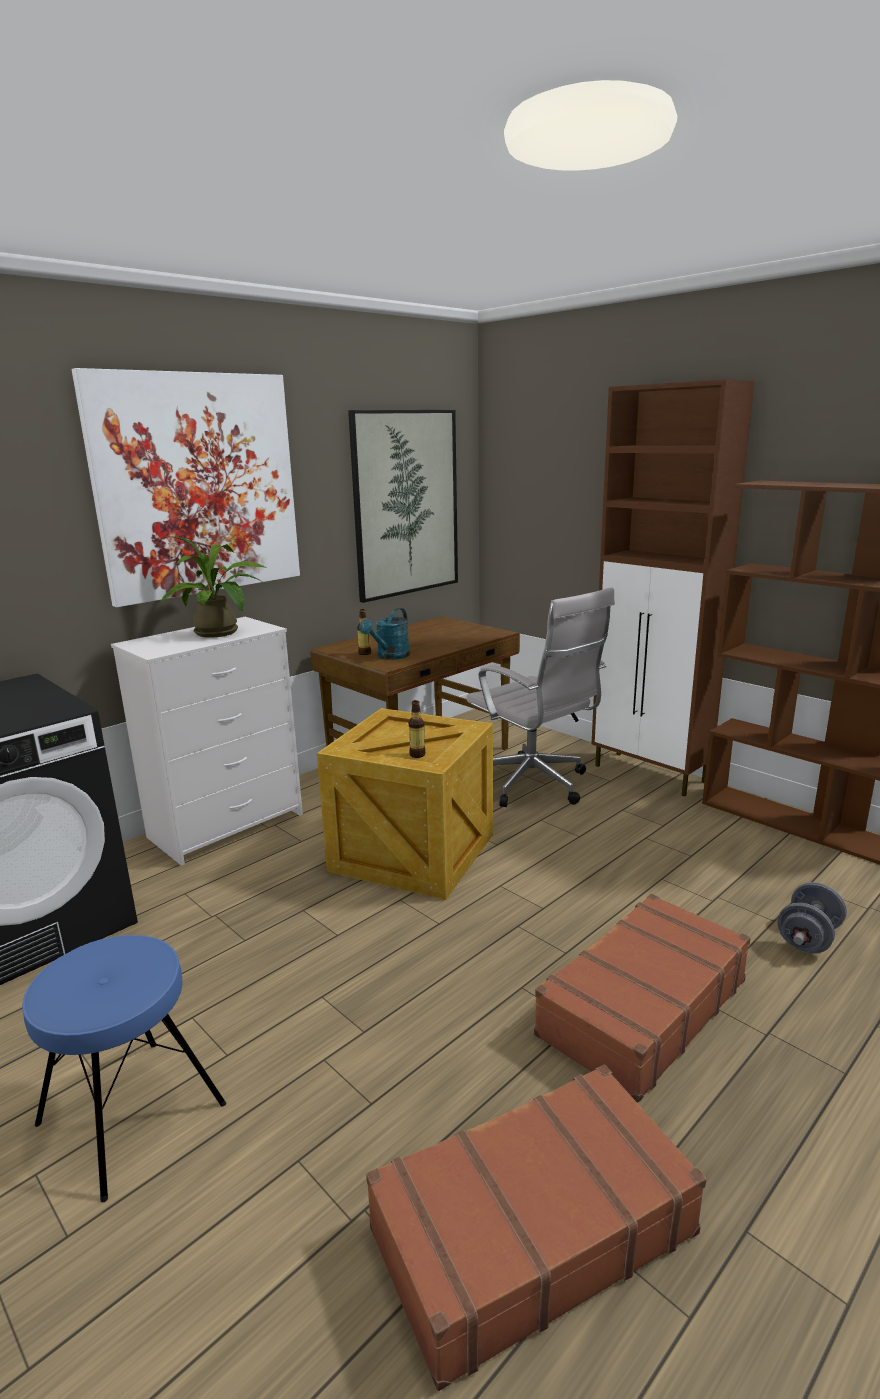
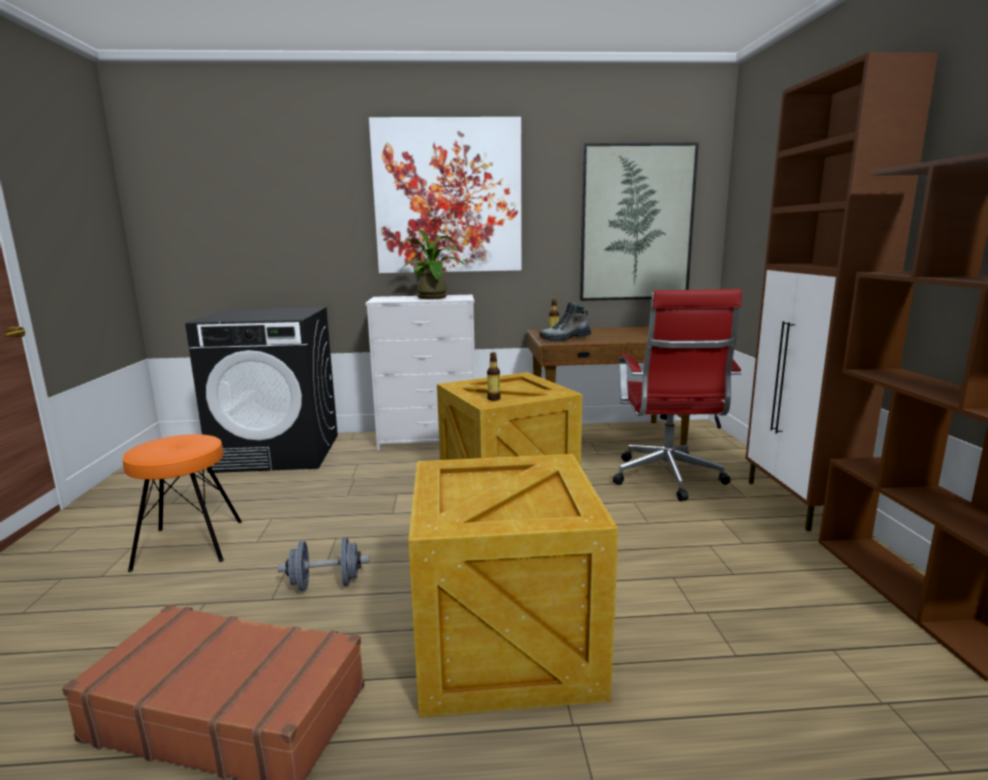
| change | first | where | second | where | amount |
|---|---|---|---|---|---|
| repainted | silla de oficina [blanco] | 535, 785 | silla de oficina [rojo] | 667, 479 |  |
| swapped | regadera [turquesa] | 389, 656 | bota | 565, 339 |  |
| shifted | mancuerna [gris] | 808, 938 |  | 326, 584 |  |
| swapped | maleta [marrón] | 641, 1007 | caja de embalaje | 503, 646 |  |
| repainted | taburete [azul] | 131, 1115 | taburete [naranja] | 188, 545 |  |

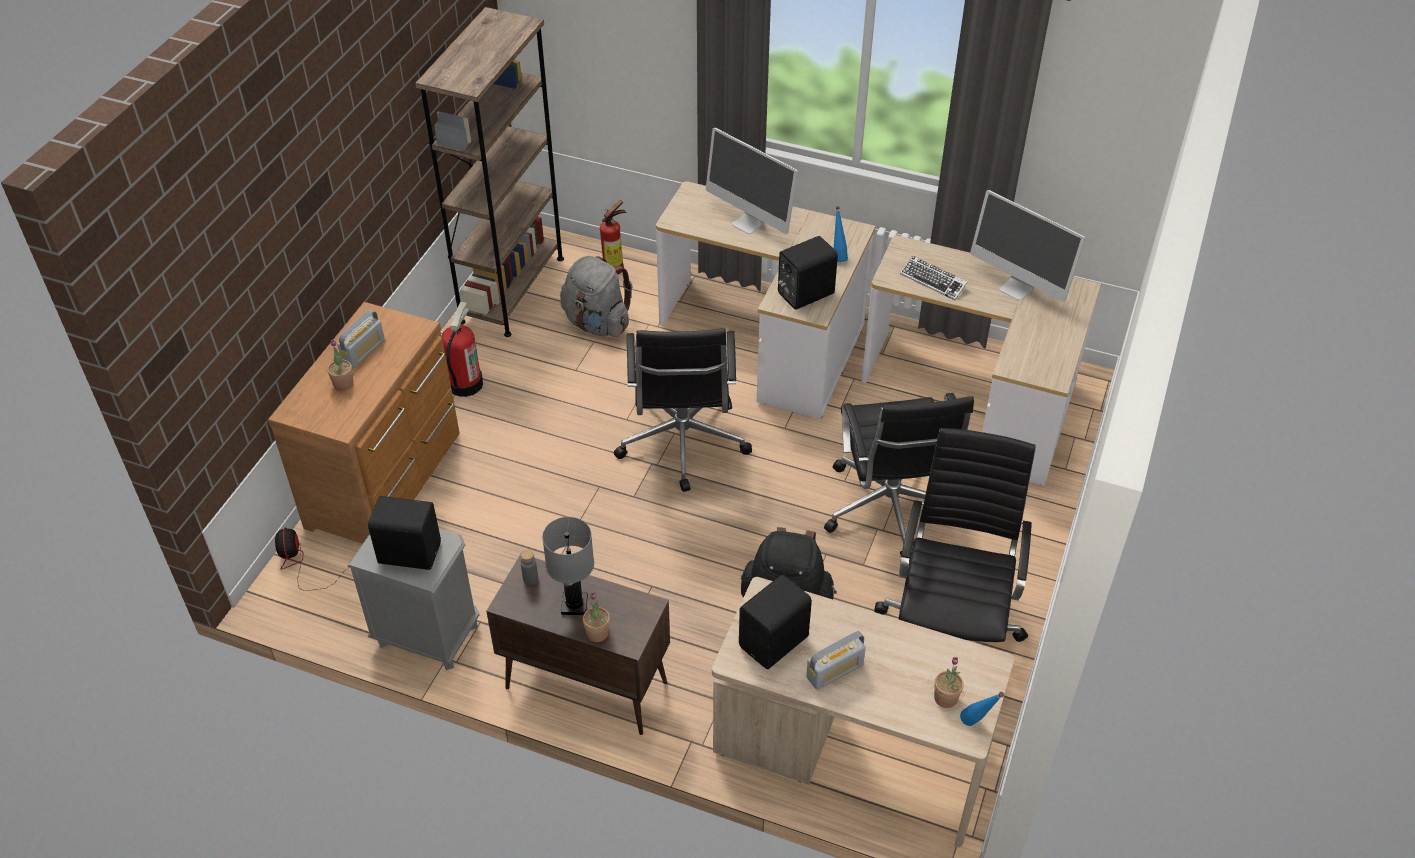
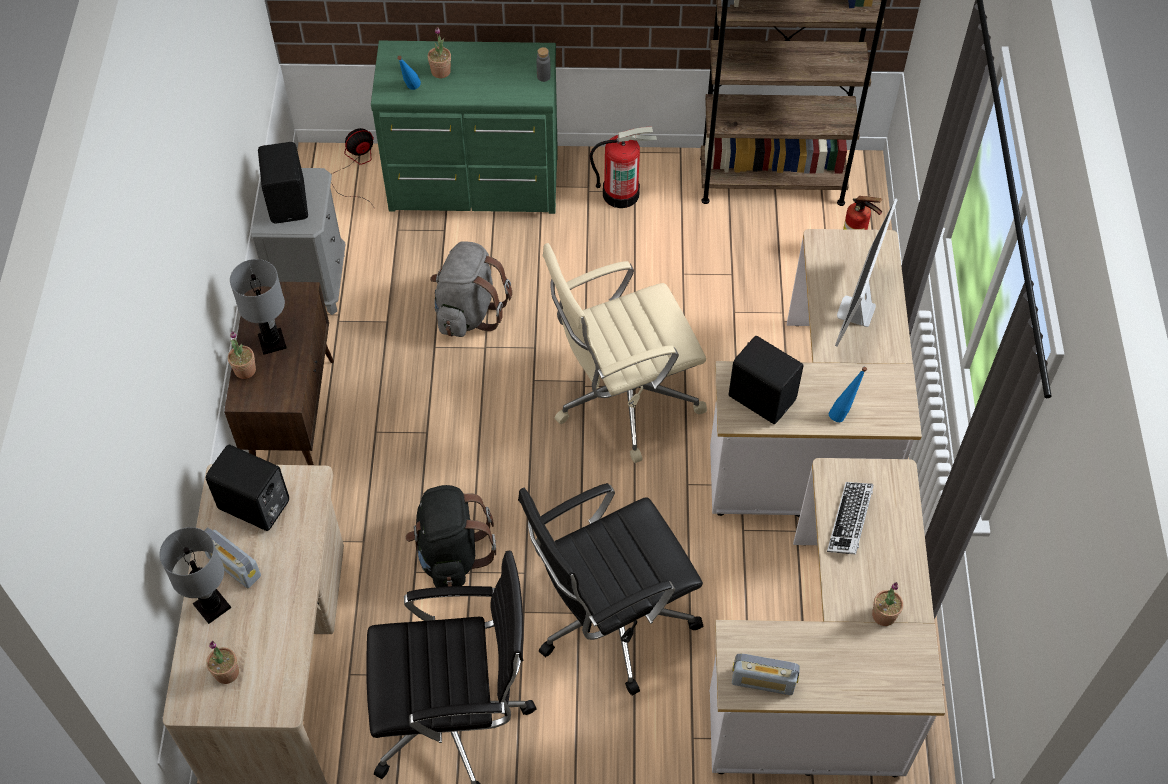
| change | first | where | second | where | amount |
|---|---|---|---|---|---|
| swapped | monitor | 1017, 288 | planta en maceta | 884, 615 |  |
| shifted | mochila [gris] | 597, 323 |  | 468, 311 |  |
| repainted | cómoda [marrón] | 388, 480 | cómoda [verde] | 475, 185 |  |
| shifted | radio | 363, 351 |  | 763, 681 |  |
| repainted | silla de oficina [negro] | 682, 443 | silla de oficina [beis] | 622, 398 |  |
| shifted | botella [gris] | 530, 578 |  | 543, 76 |  |
| shifted | botella [azul] | 977, 724 |  | 410, 90 |  |
| new |  |  | lámpara de mesa [gris] | 212, 606 |  |

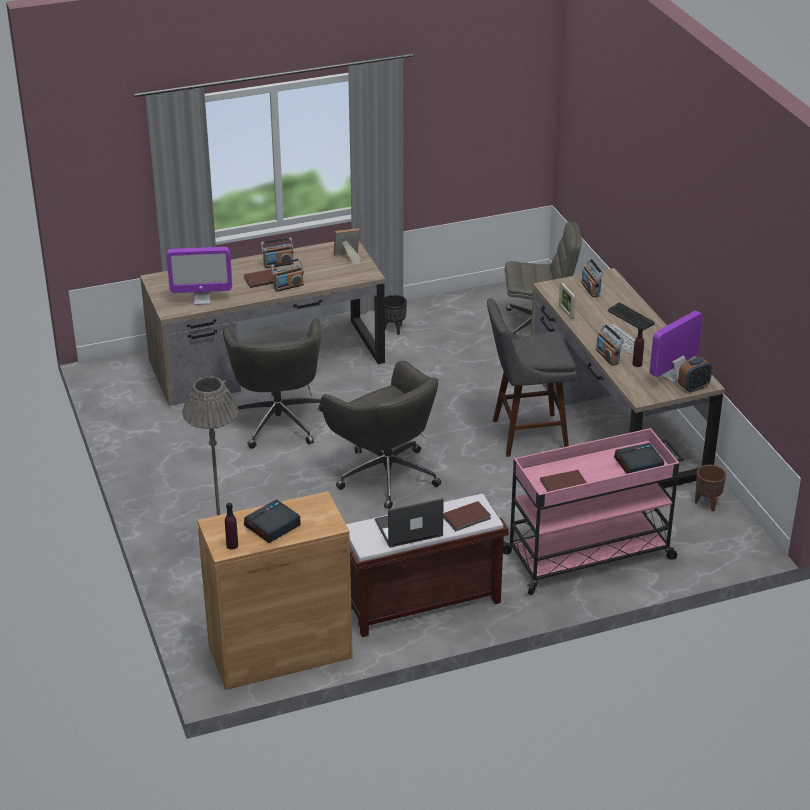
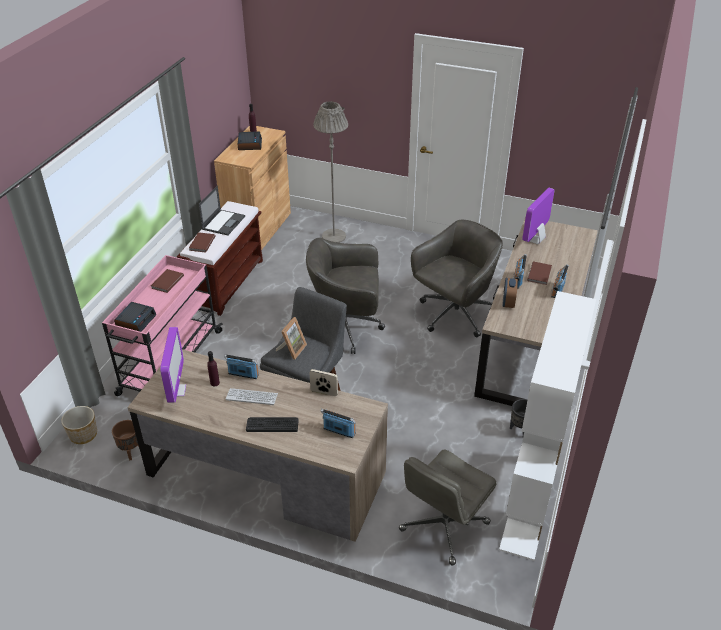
| change | first | where | second | where | amount |
|---|---|---|---|---|---|
| shifted | portarretratos | 347, 258 |  | 292, 349 |  |
| rotated | silla de oficina [gris] | 278, 420 |  | 454, 315 | 105 degrees clockwise |
| shifted | despertador | 693, 387 |  | 508, 303 |  |
| new |  |  | estantería [blanco] | 529, 506 |  |
| new |  |  | maceta | 83, 435 |  |

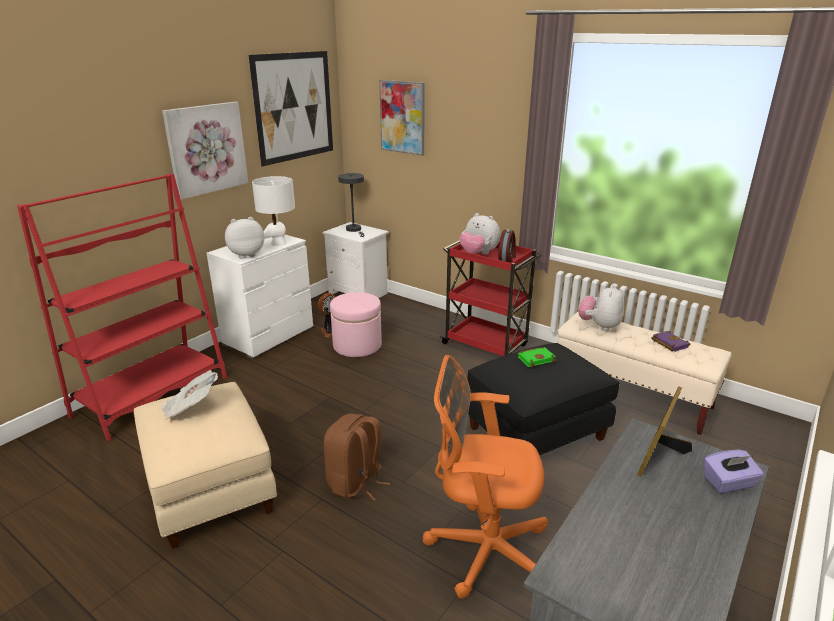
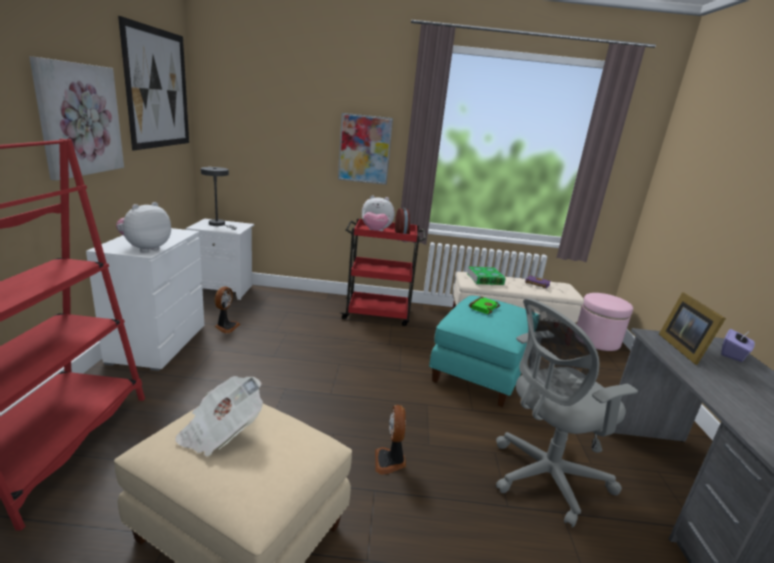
| change | first | where | second | where | amount |
|---|---|---|---|---|---|
| shifted | cuadro | 402, 117 |  | 364, 149 |  |
| gone | lámpara de mesa [blanco] | 279, 243 |  |  |  |
| swapped | peluche | 599, 326 | libro | 485, 279 |  |
| shifted | puf [rosa] | 357, 345 |  | 596, 340 |  |
| repainted | puf [negro] | 535, 432 | puf [turquesa] | 479, 371 |  |
| repainted | silla de oficina [naranja] | 483, 550 | silla de oficina [gris] | 543, 478 |  |
| swapped | mochila [marrón] | 356, 483 | ventilador | 390, 461 |  |

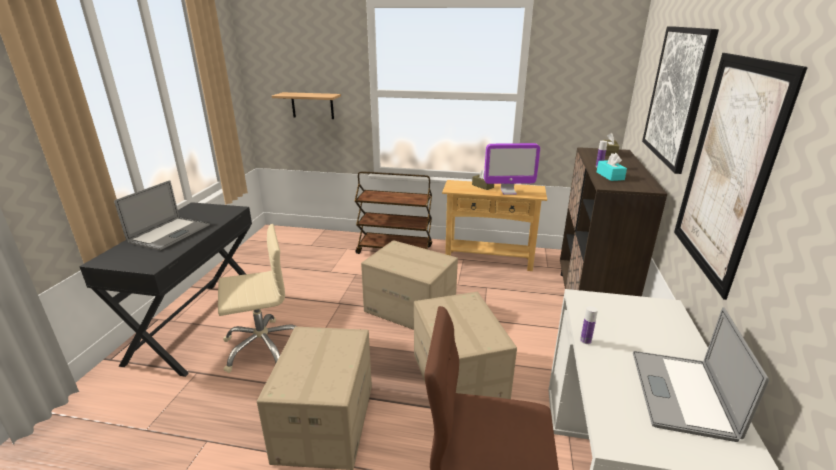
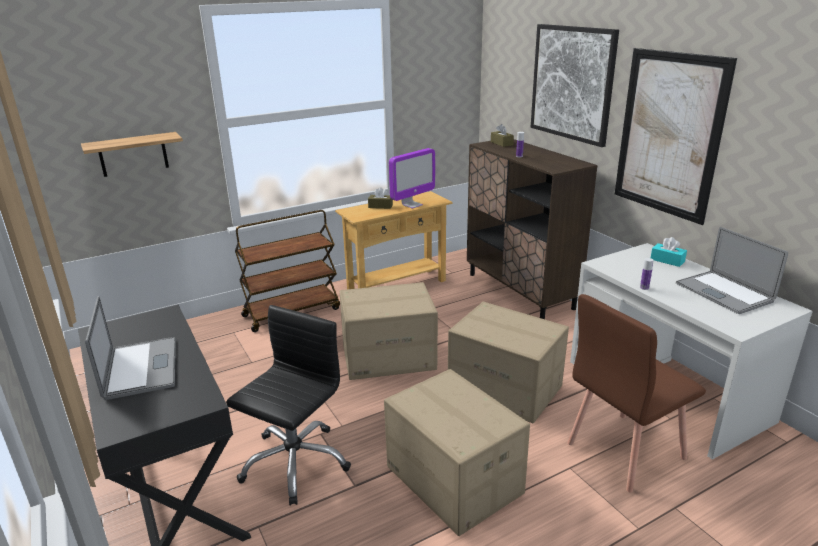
| change | first | where | second | where | amount |
|---|---|---|---|---|---|
| shifted | caja de pañuelos [turquesa] | 610, 176 |  | 667, 260 |  |
| repainted | silla de oficina [beis] | 263, 346 | silla de oficina [negro] | 295, 462 |  |

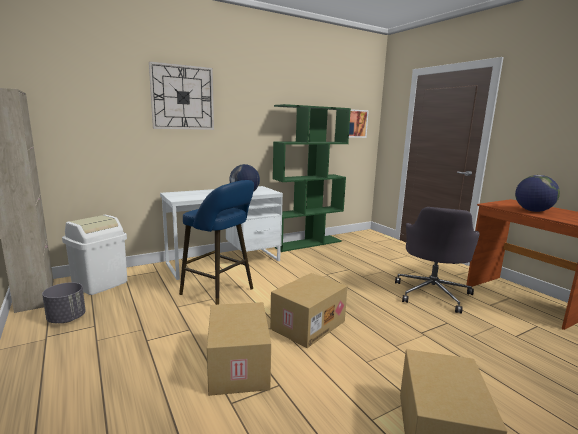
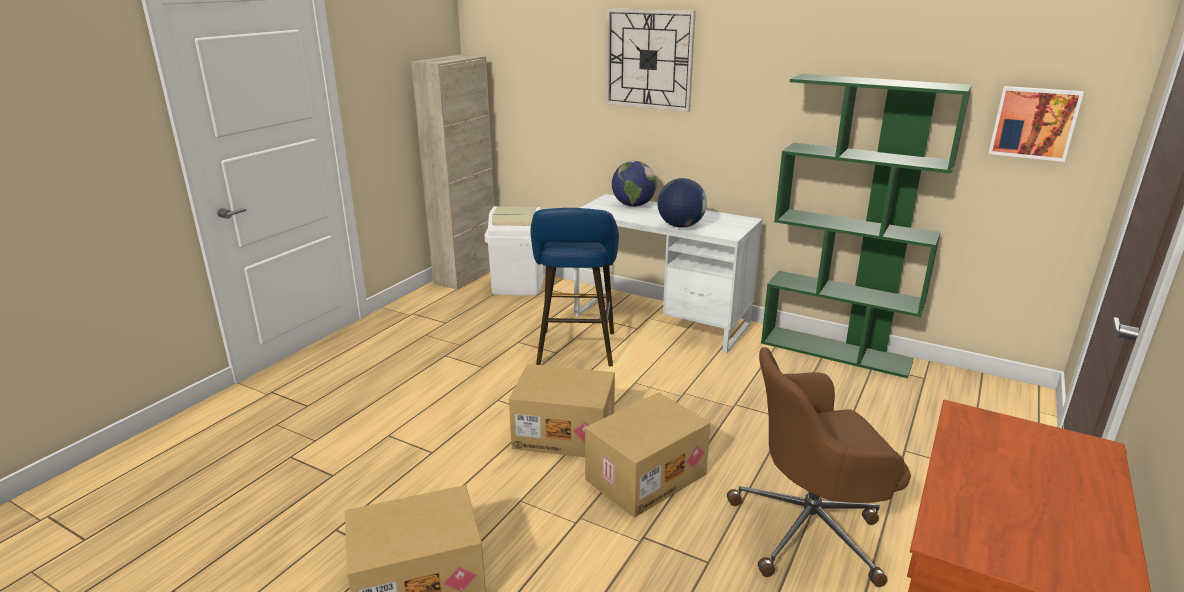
| change | first | where | second | where | amount |
|---|---|---|---|---|---|
| shifted | globo terráqueo | 533, 211 |  | 633, 205 |  |
| repainted | silla de oficina [gris] | 432, 293 | silla de oficina [marrón] | 811, 530 |  |
| gone | maceta [gris] | 66, 319 |  |  |  |
| shifted | caja de cartón | 237, 365 |  | 645, 476 |  |

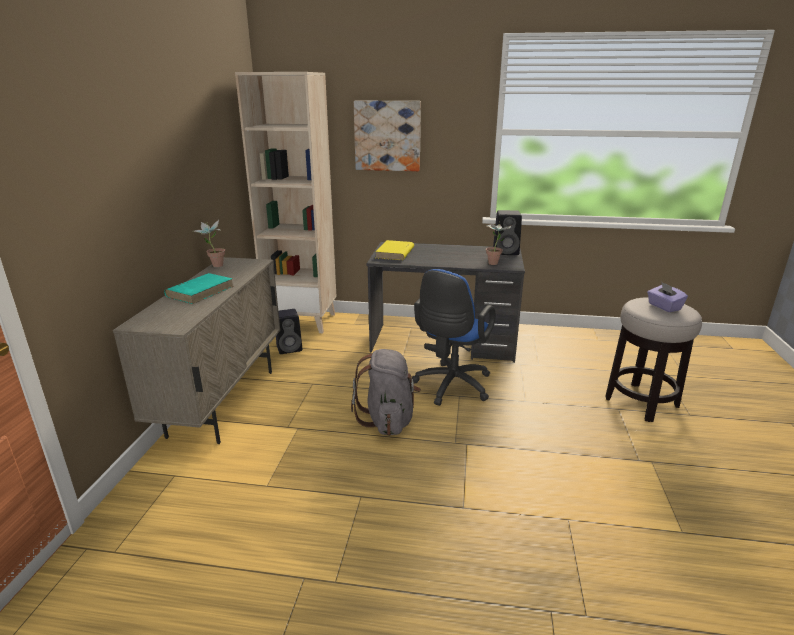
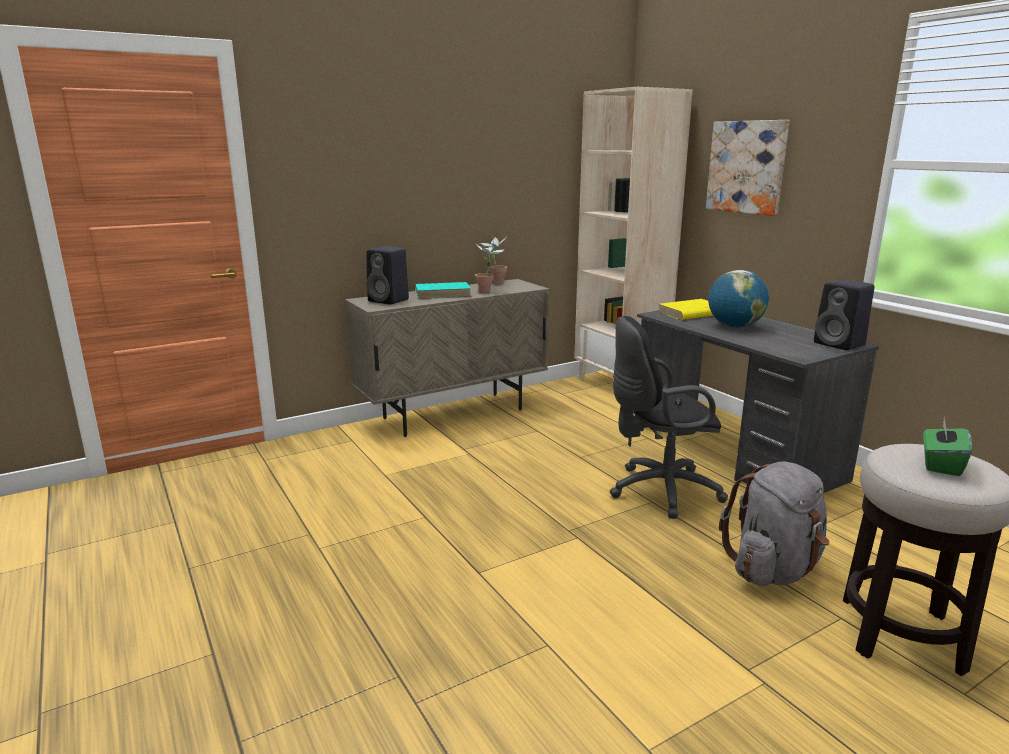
| change | first | where | second | where | amount |
|---|---|---|---|---|---|
| shifted | planta en maceta | 495, 262 |  | 488, 291 |  |
| repainted | silla de oficina [azul] | 451, 387 | silla de oficina [negro] | 658, 491 |  |
| repainted | caja de pañuelos [morado] | 664, 307 | caja de pañuelos [verde] | 941, 464 |  |
| shifted | altavoz [negro] | 290, 348 |  | 389, 300 |  |
| shifted | mochila [gris] | 388, 420 |  | 773, 569 |  |
| new |  |  | globo terráqueo | 735, 326 |  |

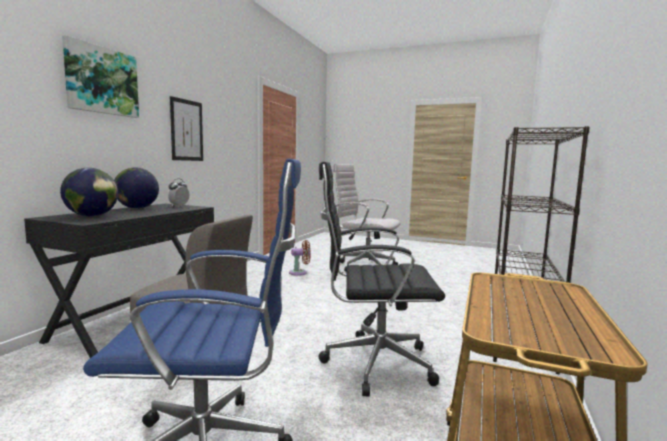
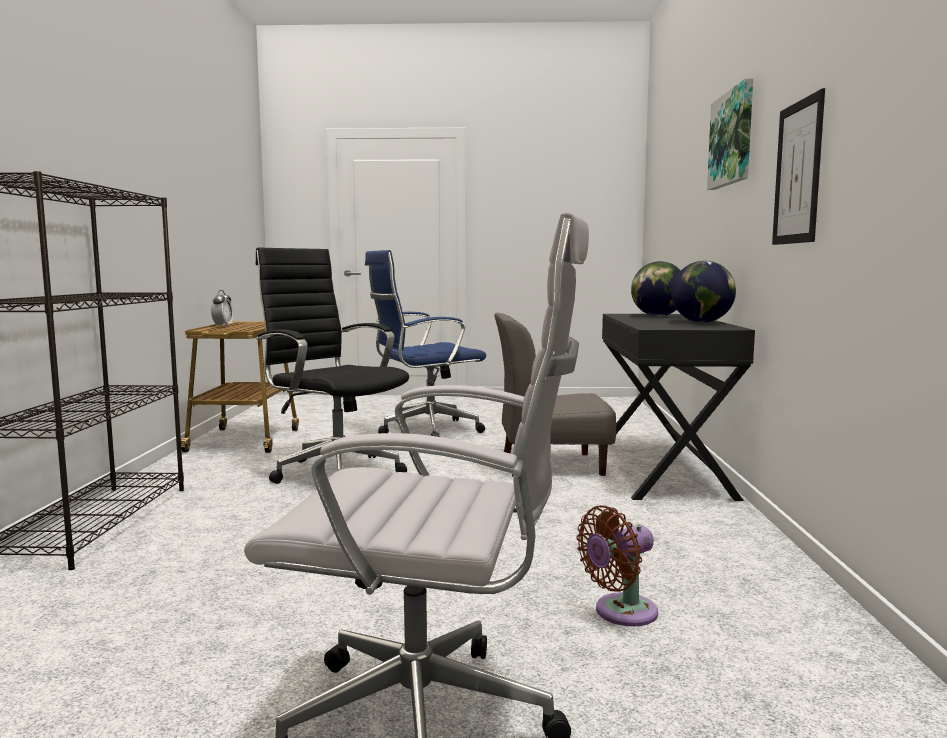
| change | first | where | second | where | amount |
|---|---|---|---|---|---|
| rotated | silla de oficina [negro] | 372, 363 |  | 334, 471 | 120 degrees counterclockwise |
| shifted | despertador | 179, 206 |  | 222, 326 |  |

